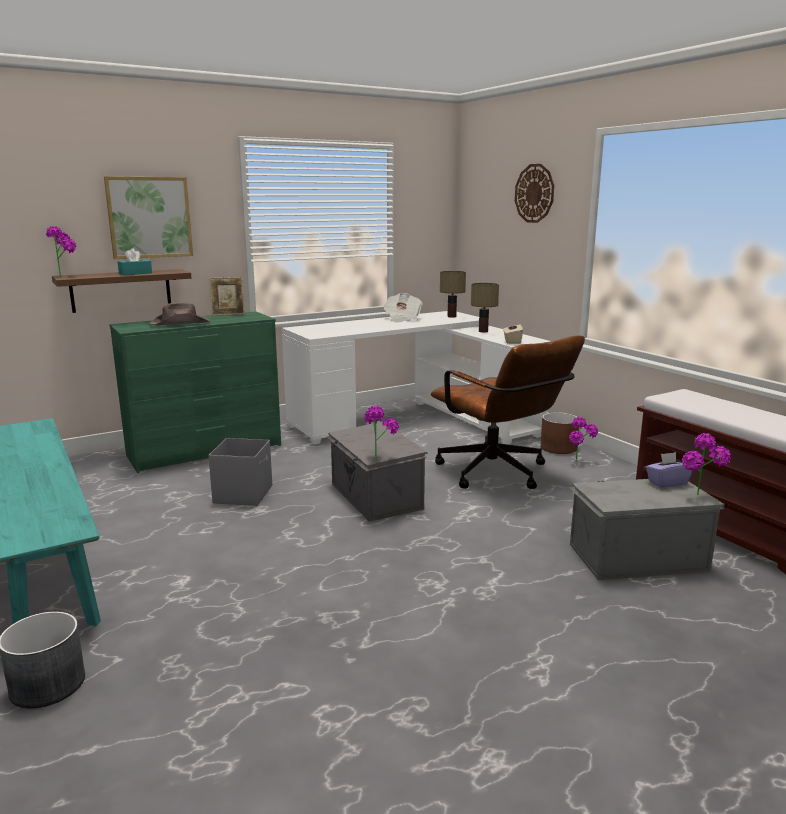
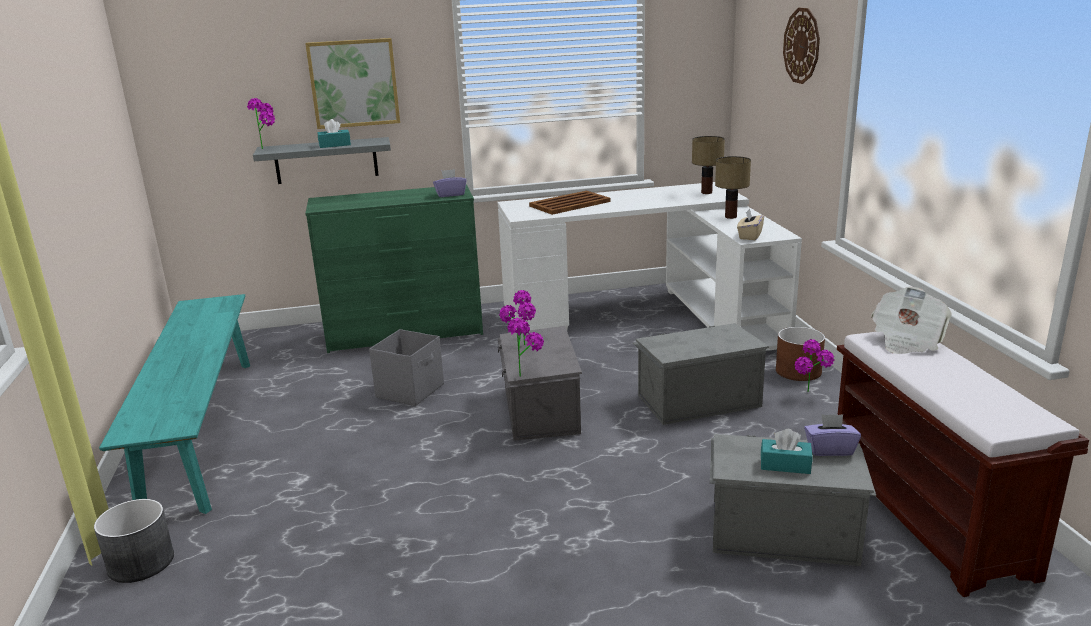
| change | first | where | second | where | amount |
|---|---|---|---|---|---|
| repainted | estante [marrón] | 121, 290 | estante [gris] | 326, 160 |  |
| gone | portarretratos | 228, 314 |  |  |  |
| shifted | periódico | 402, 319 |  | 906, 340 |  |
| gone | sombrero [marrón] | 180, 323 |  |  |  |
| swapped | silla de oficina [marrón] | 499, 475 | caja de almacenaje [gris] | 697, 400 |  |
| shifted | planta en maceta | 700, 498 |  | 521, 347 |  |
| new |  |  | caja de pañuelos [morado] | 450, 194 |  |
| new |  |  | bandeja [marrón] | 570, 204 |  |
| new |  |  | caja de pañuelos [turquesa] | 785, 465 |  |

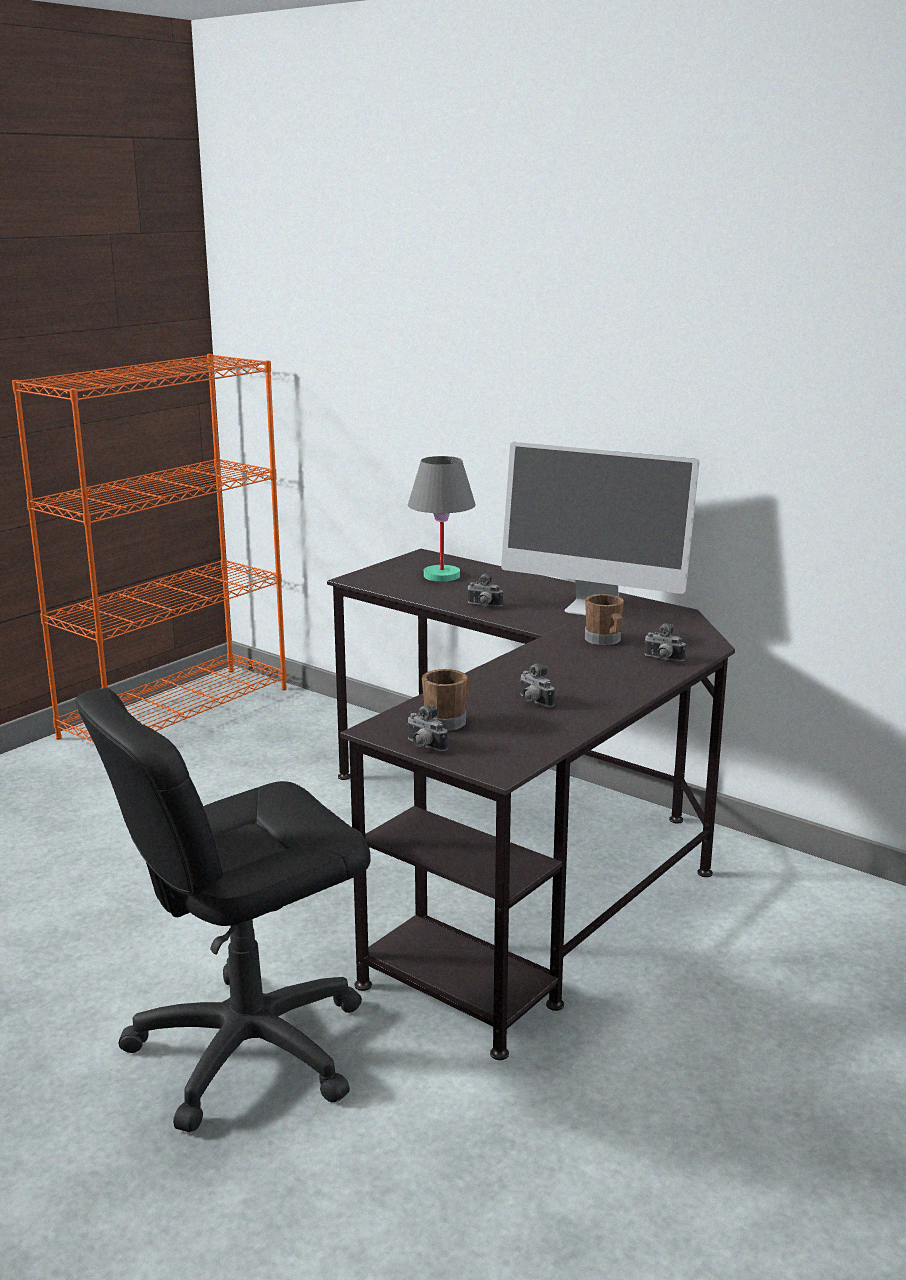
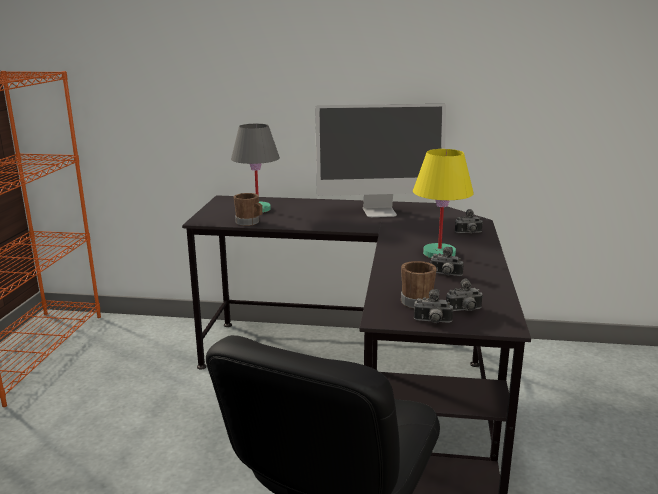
| change | first | where | second | where | amount |
|---|---|---|---|---|---|
| shifted | cámara | 483, 606 |  | 464, 311 |  |
| shifted | taza grande [marrón] | 605, 641 |  | 249, 222 |  |
| new |  |  | lámpara de mesa [amarillo] | 438, 253 |  |

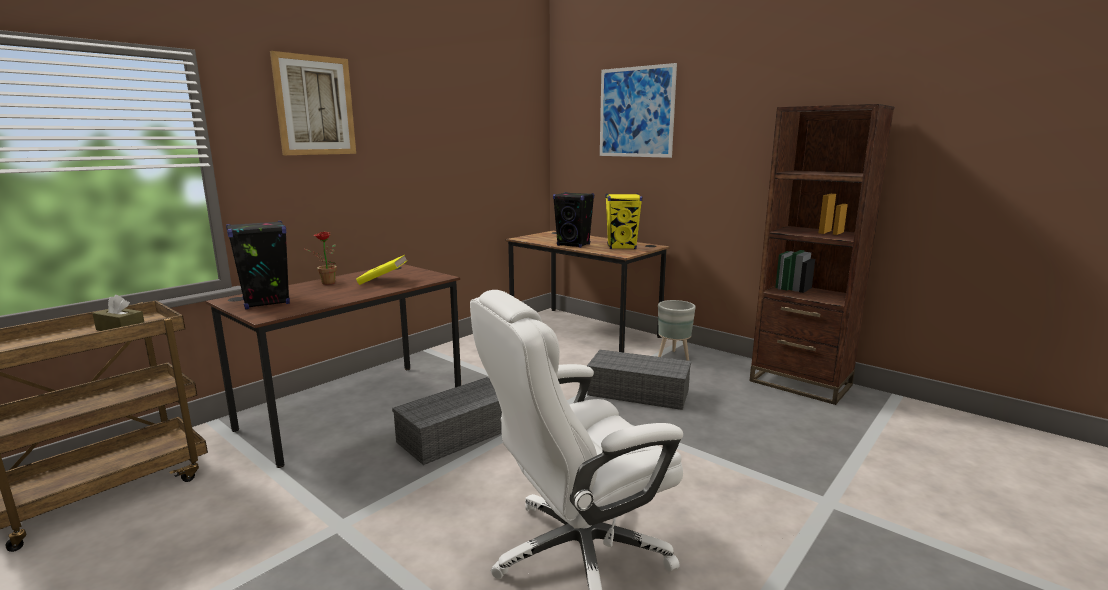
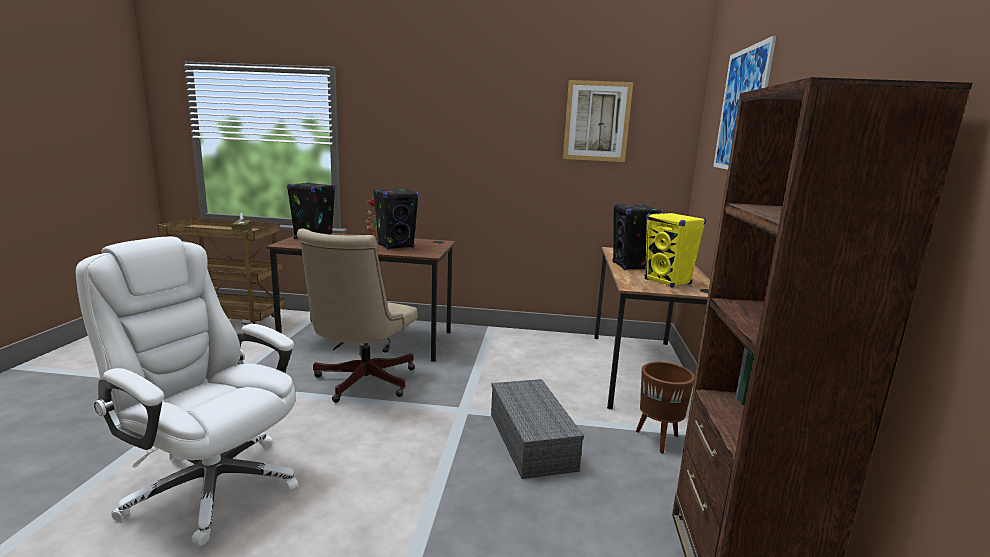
| change | first | where | second | where | amount |
|---|---|---|---|---|---|
| shifted | cuadro | 315, 106 |  | 596, 121 |  |
| swapped | libro [amarillo] | 383, 281 | altavoz [negro] | 396, 246 |  |
| repainted | maceta [gris] | 674, 357 | maceta [marrón] | 659, 440 |  |
| swapped | caja de almacenaje [gris] | 457, 435 | silla de oficina [beis] | 361, 383 |  |

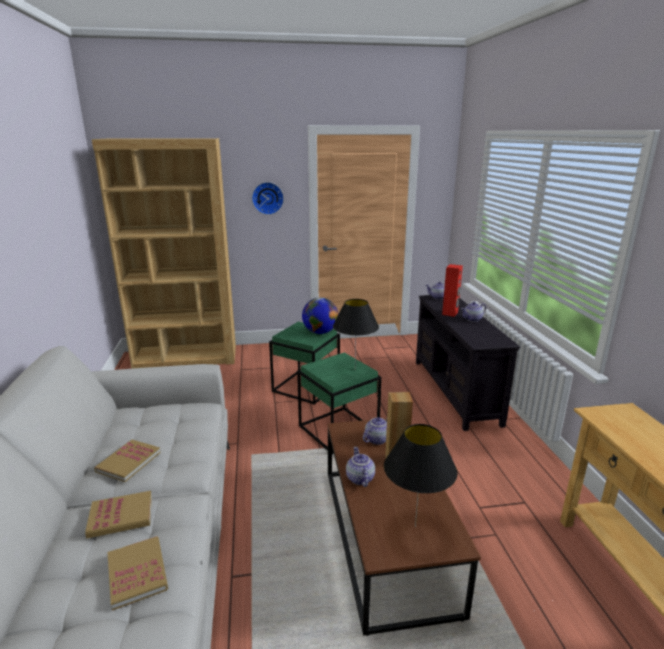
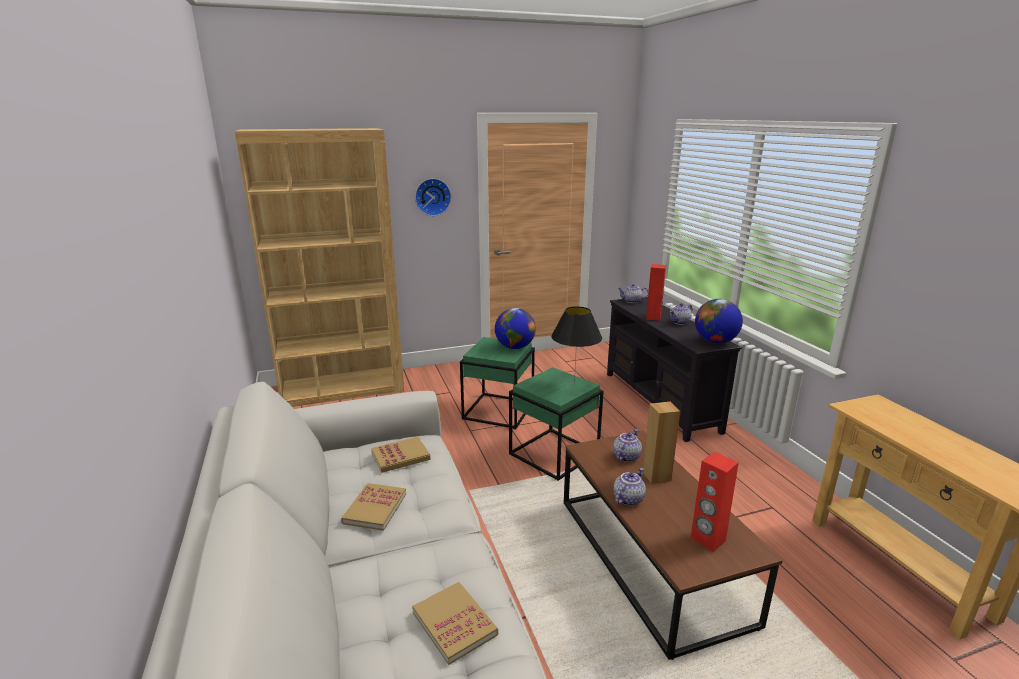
| change | first | where | second | where | amount |
|---|---|---|---|---|---|
| swapped | lámpara de mesa [negro] | 415, 527 | altavoz [rojo] | 707, 539 |  |
| rotated | tetera | 359, 478 |  | 628, 498 | 60 degrees clockwise |
| shifted | libro | 121, 516 |  | 400, 456 |  |
| new |  |  | globo terráqueo | 715, 341 |  |

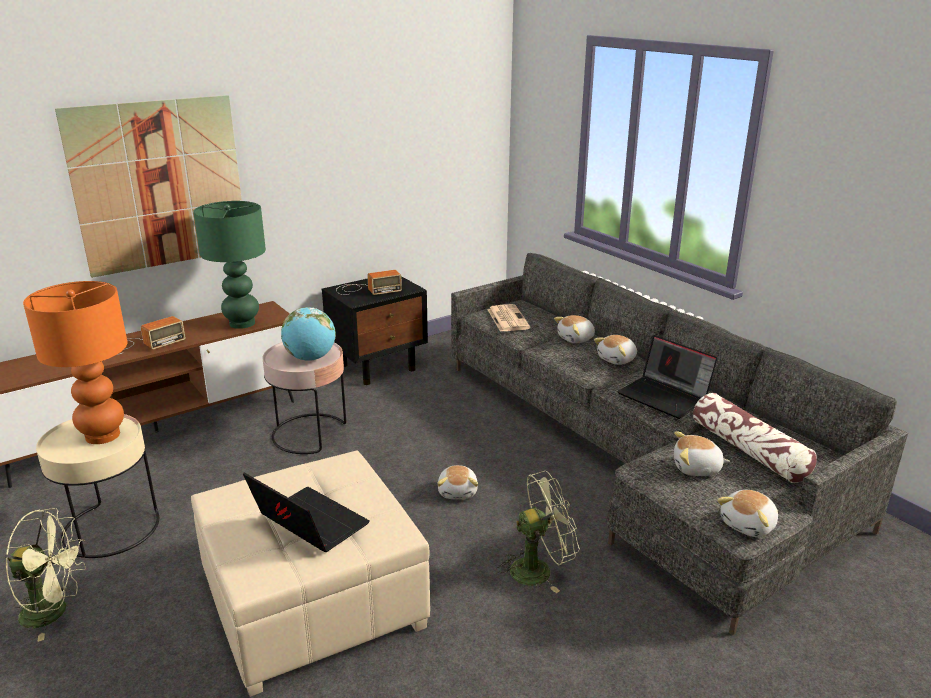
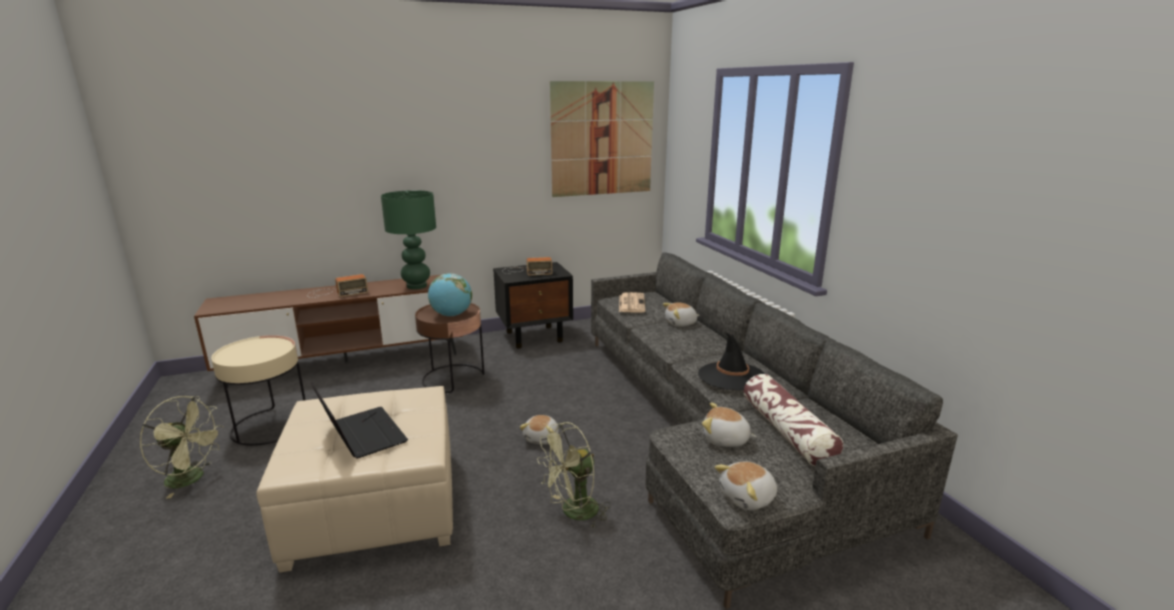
| change | first | where | second | where | amount |
|---|---|---|---|---|---|
| shifted | cuadro | 160, 185 |  | 602, 139 |  |
| gone | lámpara de mesa [naranja] | 102, 436 |  |  |  |
| gone | peluche | 617, 359 |  |  |  |
| swapped | portátil | 665, 397 | sombrero [negro] | 731, 376 |  |
| repainted | mesa auxiliar [rosa] | 310, 434 | mesa auxiliar [marrón] | 453, 378 |  |
| rotated | ventilador [verde] | 538, 569 |  | 573, 513 | 150 degrees clockwise |

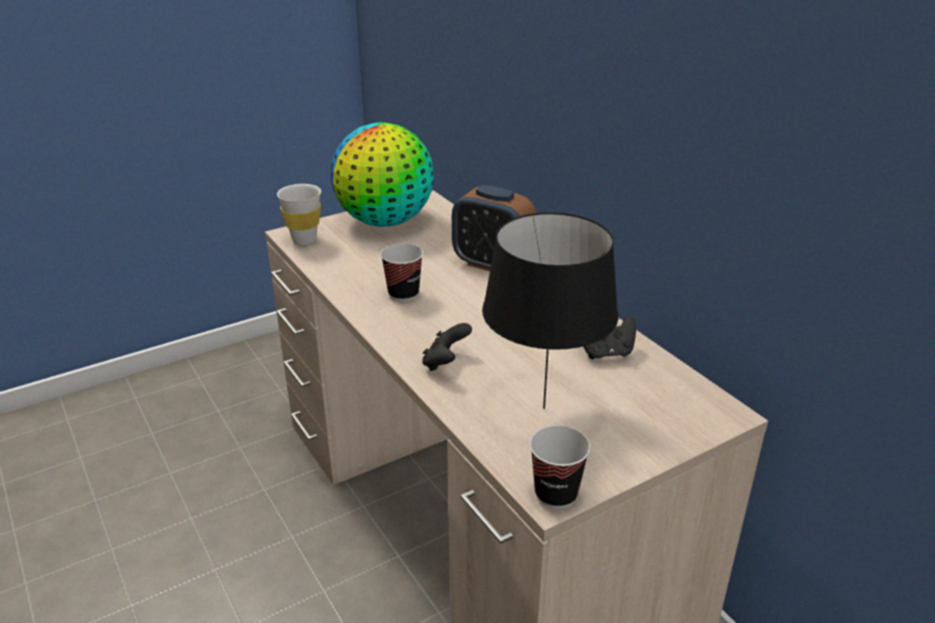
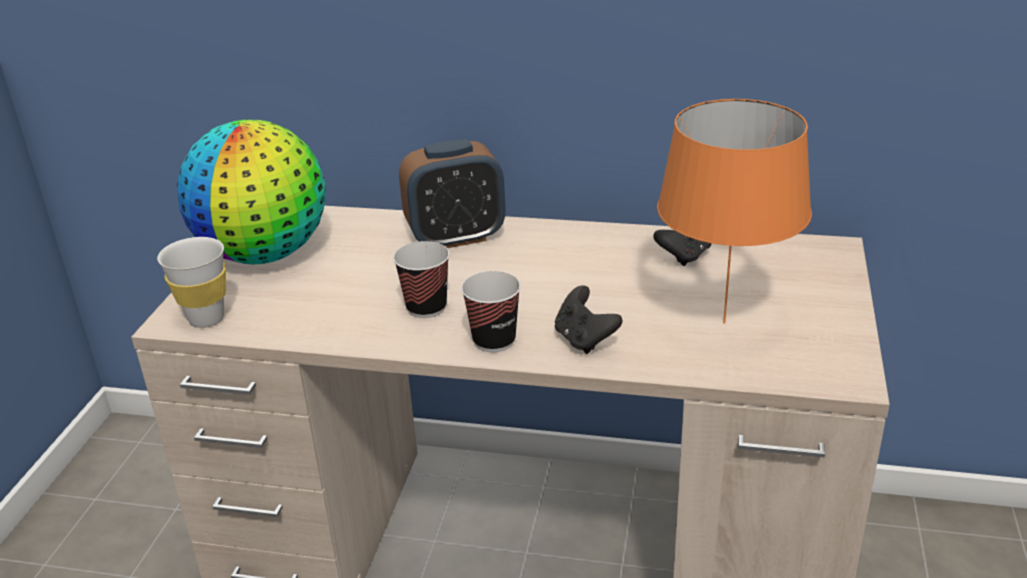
| change | first | where | second | where | amount |
|---|---|---|---|---|---|
| repainted | lámpara de mesa [negro] | 545, 407 | lámpara de mesa [naranja] | 724, 321 |  |
| shifted | taza | 556, 494 |  | 494, 341 |  |

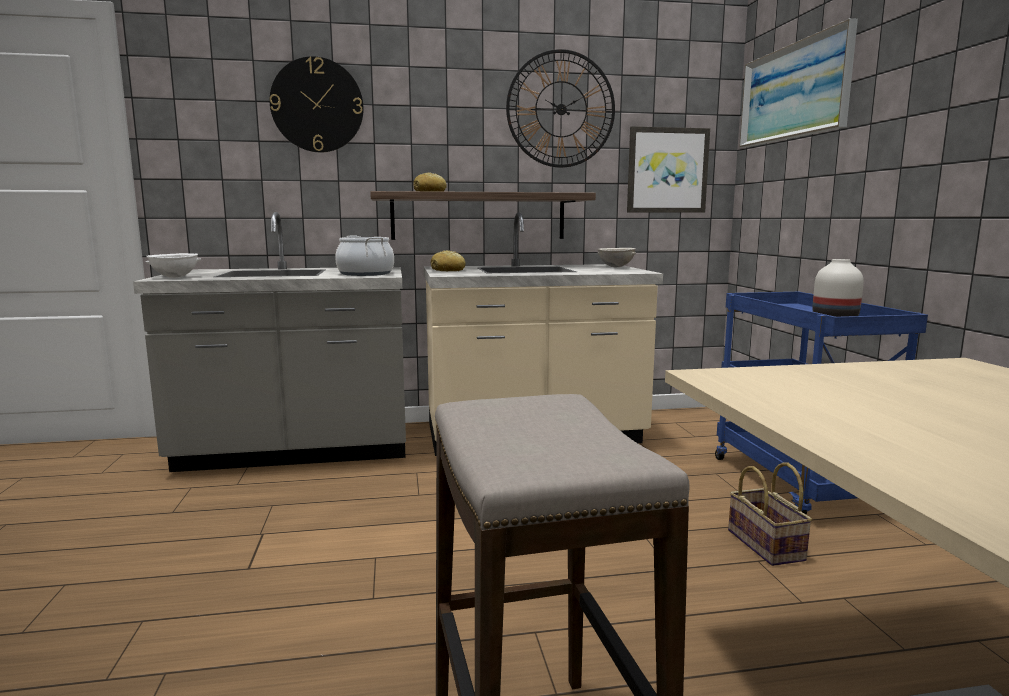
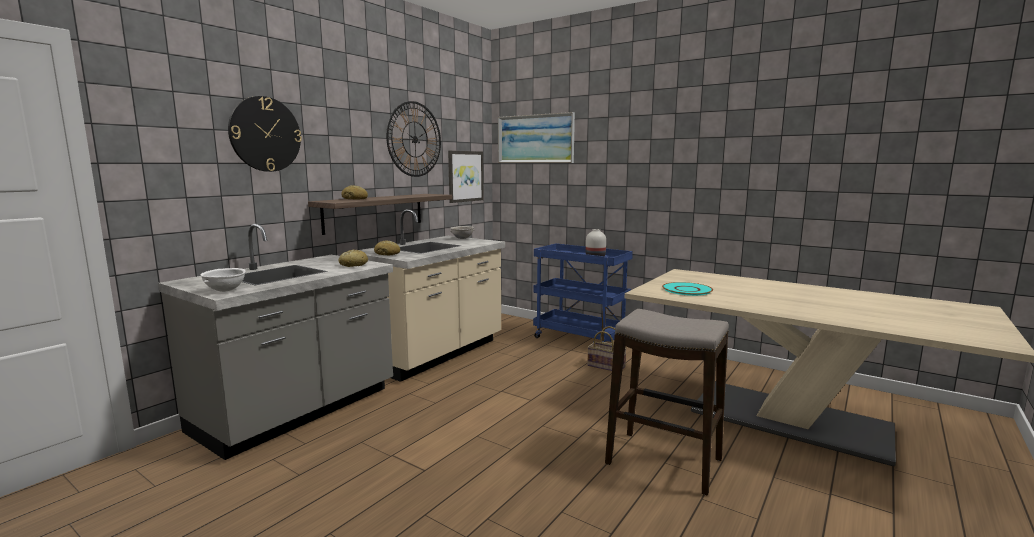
| change | first | where | second | where | amount |
|---|---|---|---|---|---|
| swapped | olla | 365, 274 | pan | 353, 265 |  |
| new |  |  | plato [turquesa] | 687, 290 |  |

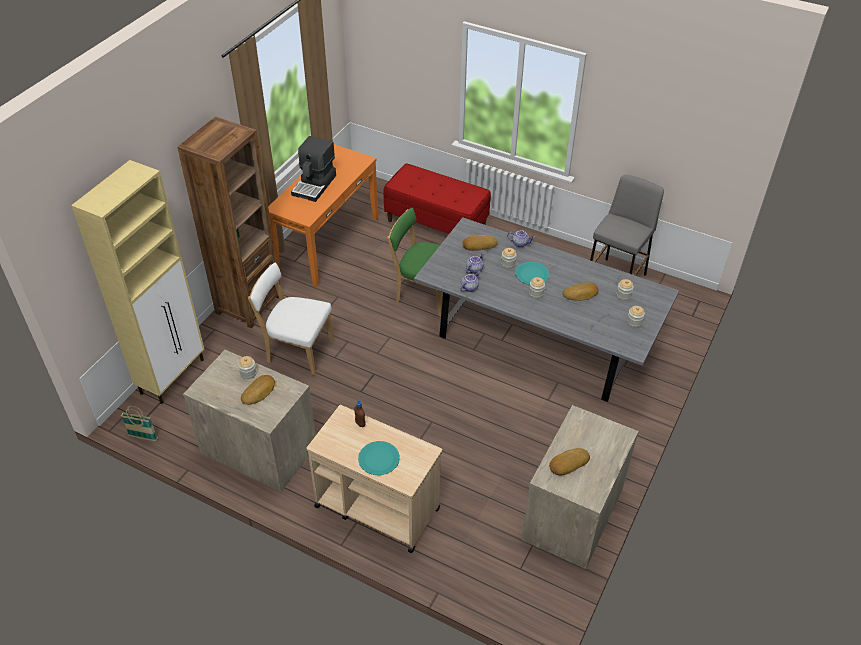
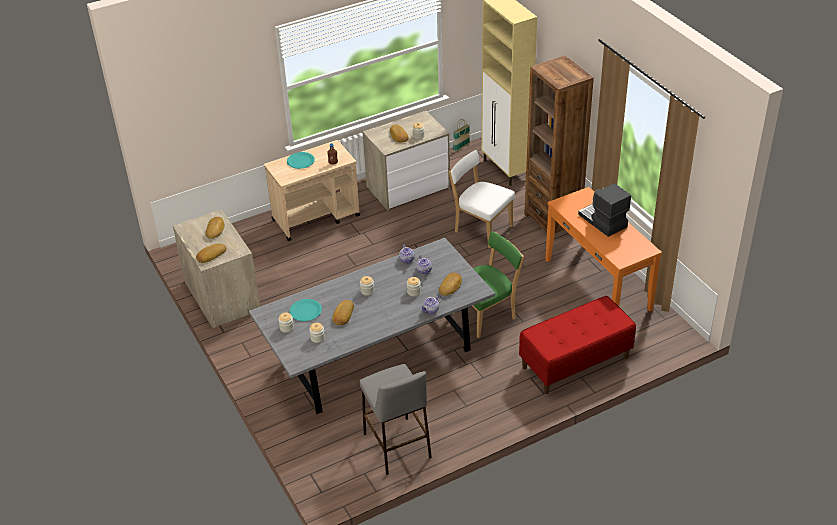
| change | first | where | second | where | amount |
|---|---|---|---|---|---|
| shifted | plato [turquesa] | 532, 274 |  | 305, 311 |  |
| rotated | silla [blanco] | 297, 351 |  | 481, 228 | 105 degrees counterclockwise |
| new |  |  | pan | 210, 255 |  |

